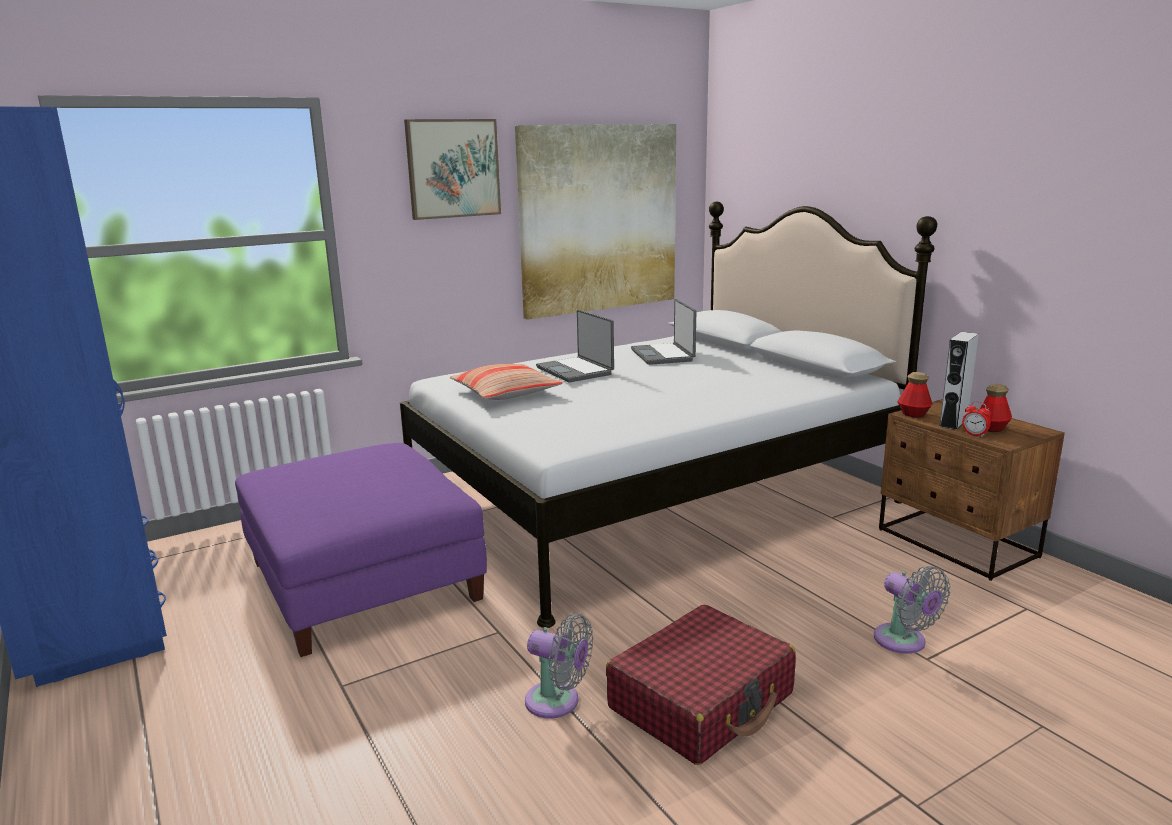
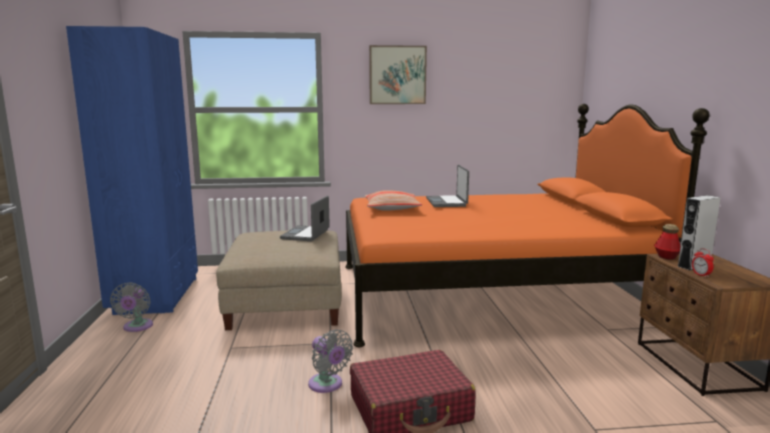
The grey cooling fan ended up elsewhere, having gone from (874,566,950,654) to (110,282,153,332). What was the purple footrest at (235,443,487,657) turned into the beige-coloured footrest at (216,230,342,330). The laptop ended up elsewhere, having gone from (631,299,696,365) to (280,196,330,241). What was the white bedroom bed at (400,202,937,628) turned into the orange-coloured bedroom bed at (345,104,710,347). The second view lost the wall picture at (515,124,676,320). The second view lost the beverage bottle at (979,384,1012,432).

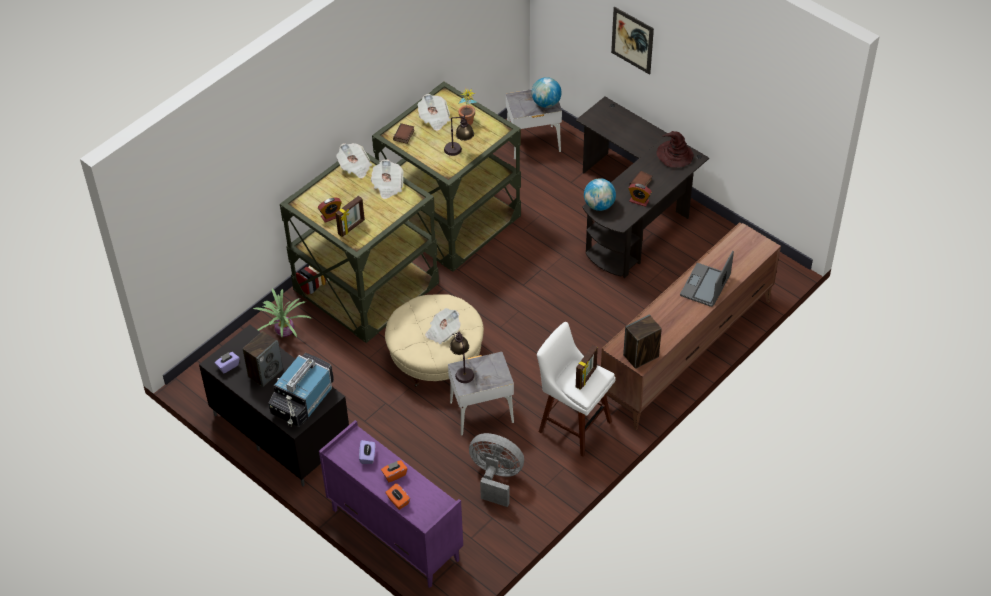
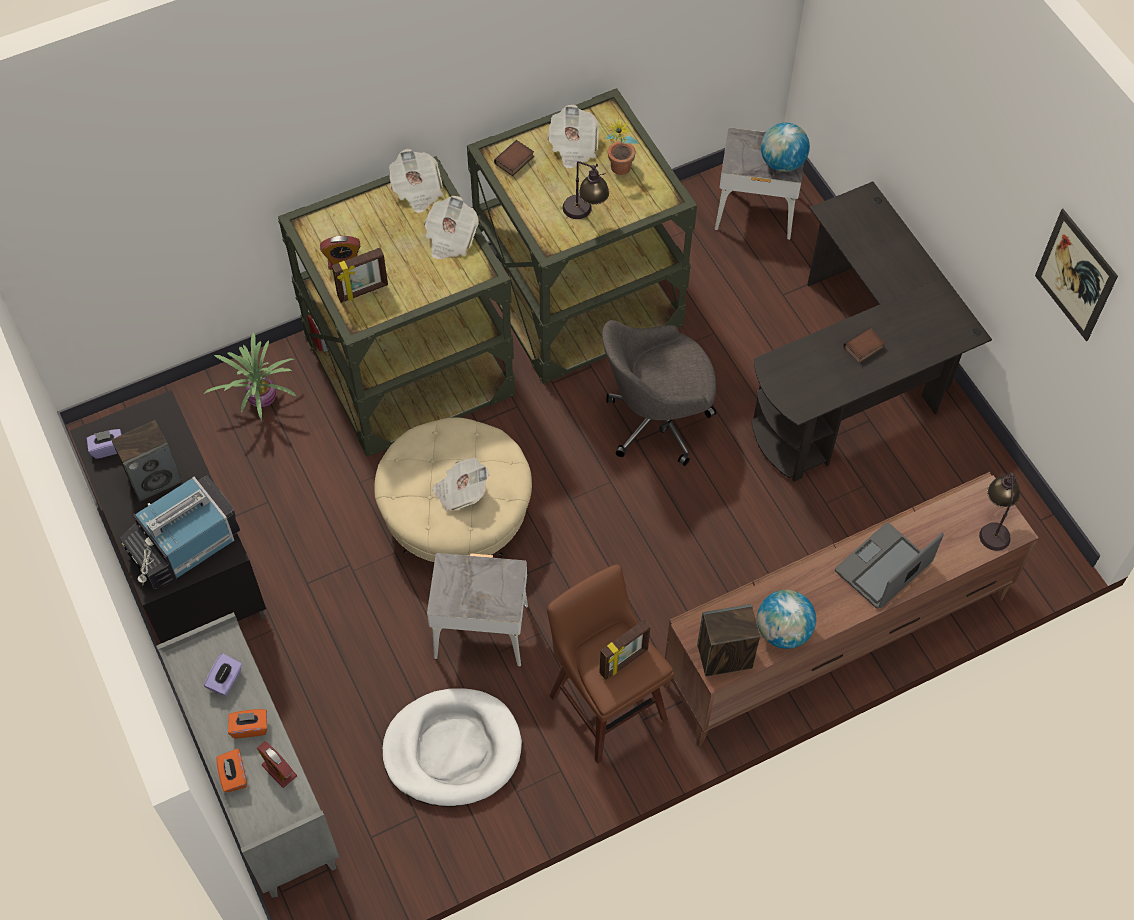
What was the purple cupboard at (319,420,463,588) turned into the grey cupboard at (156,612,339,898). The bedside clock ended up elsewhere, having gone from (628,184,652,207) to (257,741,297,788). Where the grey cooling fan stood at (469,433,524,507), the white dog cushion came to stand at (382,688,522,807). What was the white stool at (537,322,616,457) turned into the brown-coloured stool at (547,564,674,764). The second view gained the grey desk chair at (602,320,716,466). The world globe ended up elsewhere, having gone from (584,178,616,211) to (757,590,816,649). The tabletop lamp ended up elsewhere, having gone from (450,331,474,383) to (979,471,1020,551). The wall picture ended up elsewhere, having gone from (611,7,654,75) to (1035,209,1118,341). The second view lost the brown-coloured hat at (656,131,694,167).

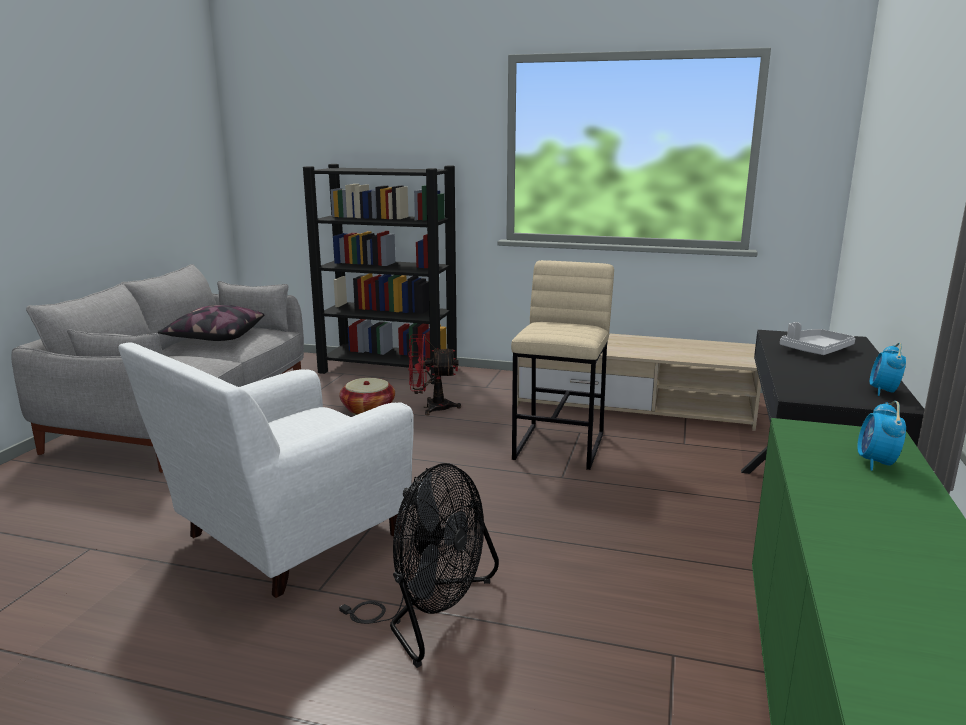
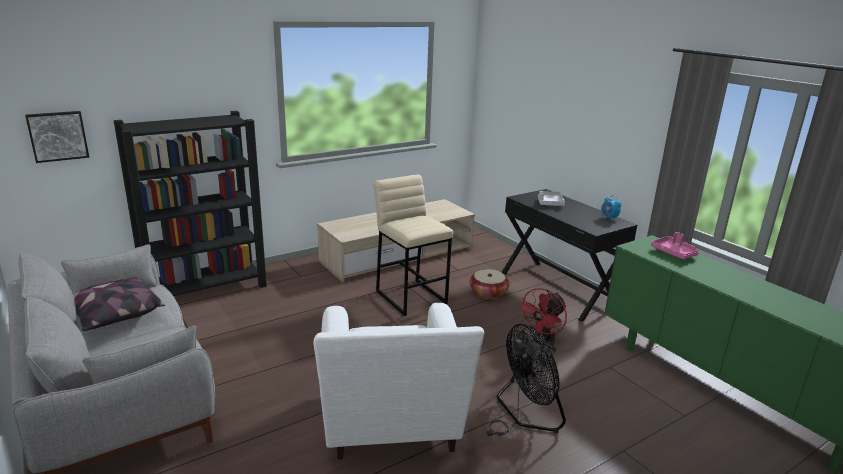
The second view gained the wall picture at (25,111,89,163). The household basket ended up elsewhere, having gone from (339,378,395,415) to (469,269,510,299). The red-coloured cooling fan ended up elsewhere, having gone from (408,334,461,415) to (517,288,567,353). Where the bedside clock stood at (857,401,906,471), the pink serving tray came to stand at (651,232,699,259).

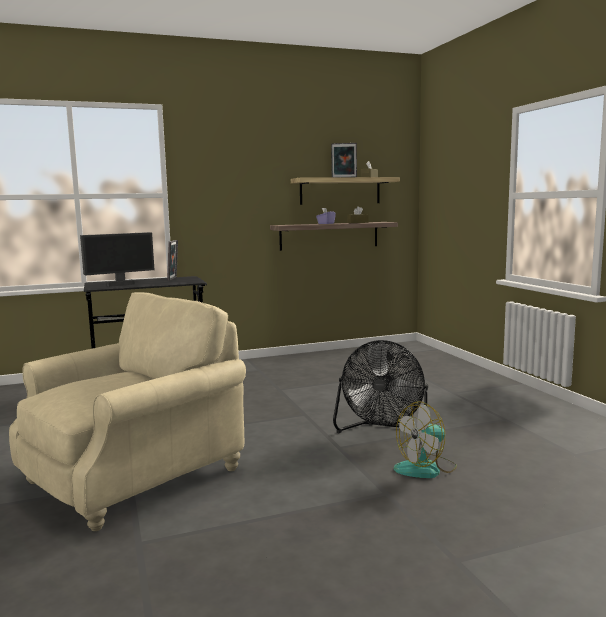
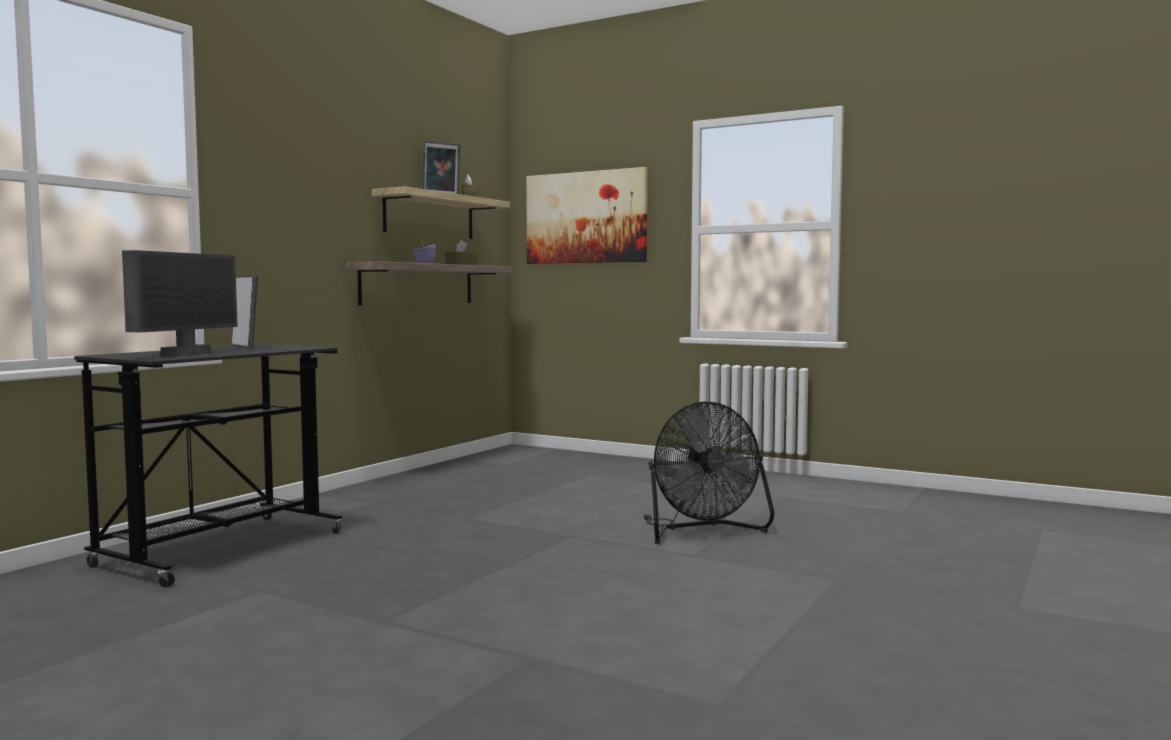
The second view gained the wall picture at (526,167,647,264). The second view lost the beige-coloured armchair at (9,292,246,531). The second view lost the cooling fan at (394,401,457,478).

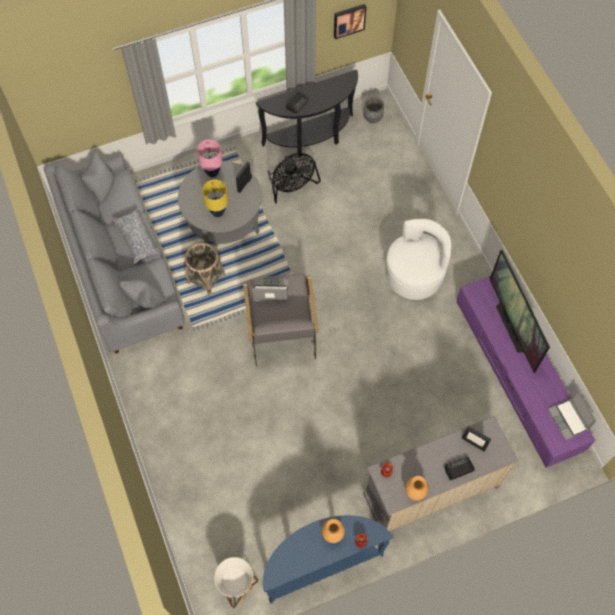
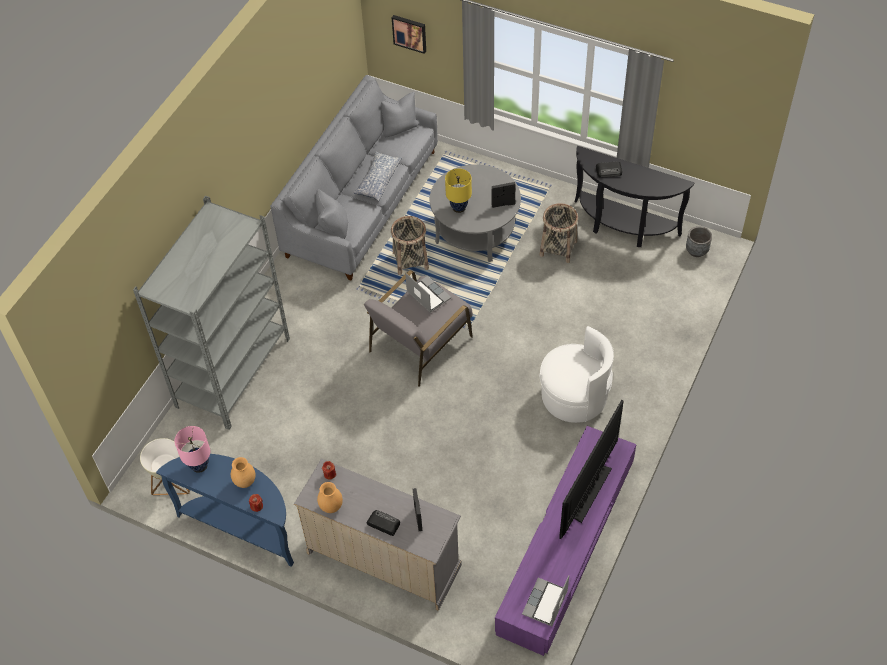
The second view gained the grey shelving unit at (133,196,290,430). The pink tabletop lamp ended up elsewhere, having gone from (197,139,223,177) to (175,426,210,473). The wall picture ended up elsewhere, having gone from (334,4,366,39) to (392,15,426,54). Where the black-coloured cooling fan stood at (267,153,321,204), the household basket came to stand at (539,203,578,263).

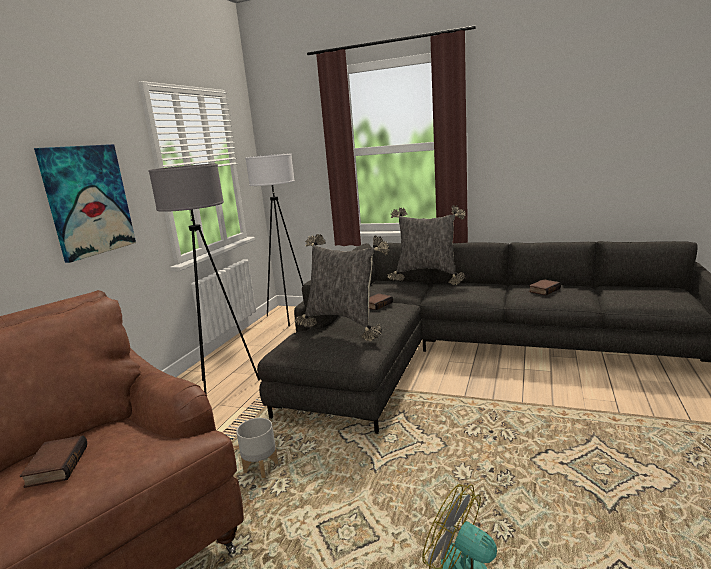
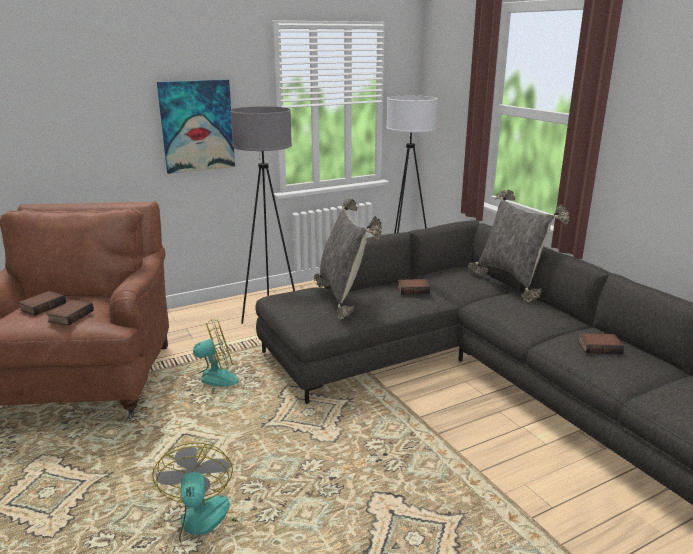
The second view gained the book at (46,300,94,325). Where the grey plant pot stood at (236,418,278,478), the cooling fan came to stand at (185,319,239,392).

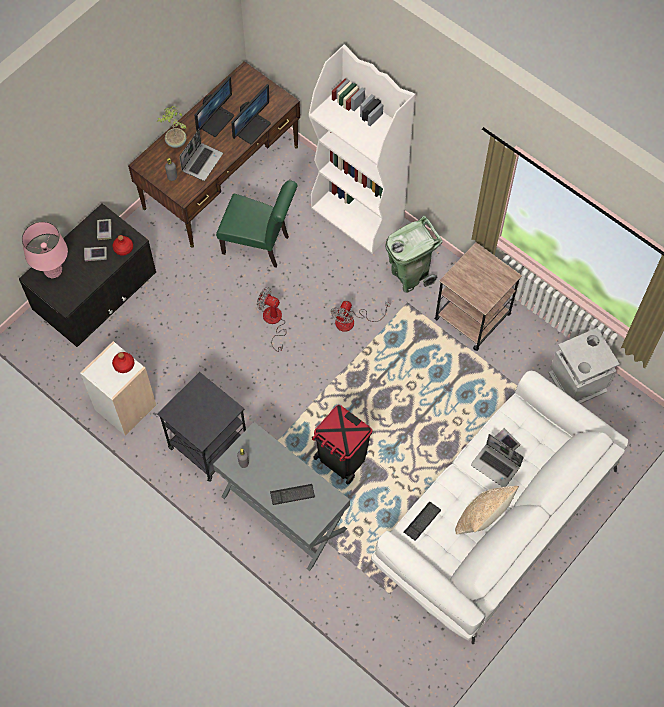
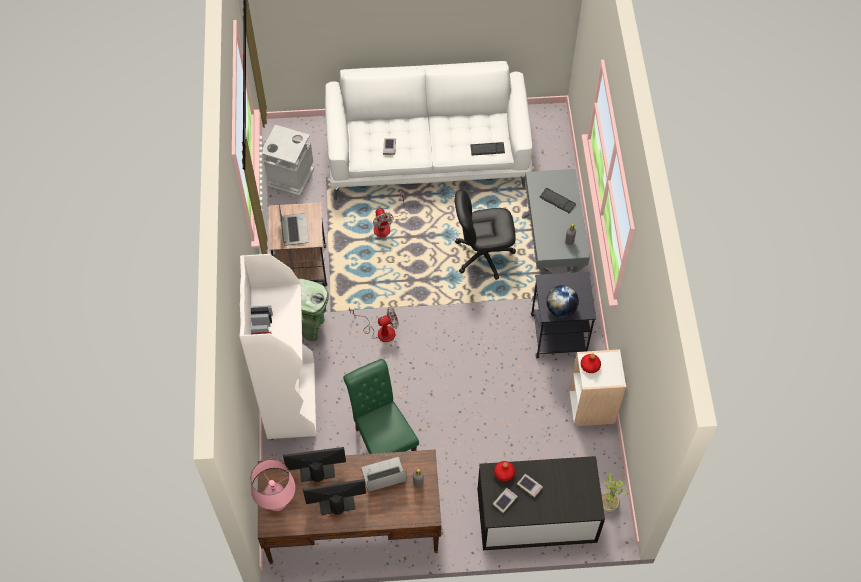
The pink tabletop lamp ended up elsewhere, having gone from (22,221,68,278) to (250,459,296,511). The laptop ended up elsewhere, having gone from (471,434,524,487) to (279,204,309,246). The cooling fan ended up elsewhere, having gone from (257,287,286,352) to (373,192,405,237). Where the black-coloured trash can stood at (312,405,372,485), the black-coloured desk chair came to stand at (455,190,516,280). The second view gained the world globe at (546,285,579,317). The potted plant ended up elsewhere, having gone from (157,106,187,148) to (601,472,628,512). The second view lost the beige-coloured pillow at (455,486,519,535).

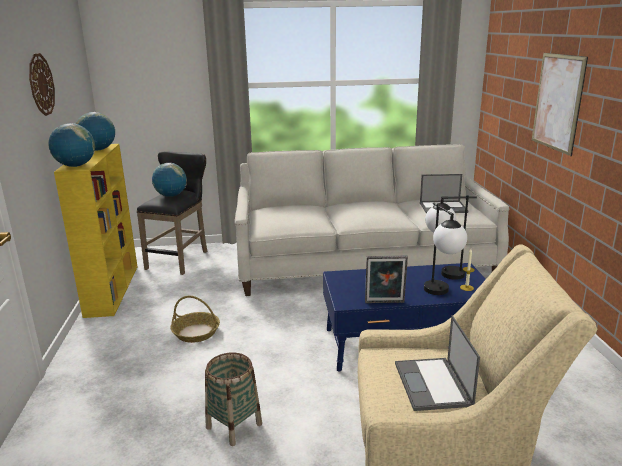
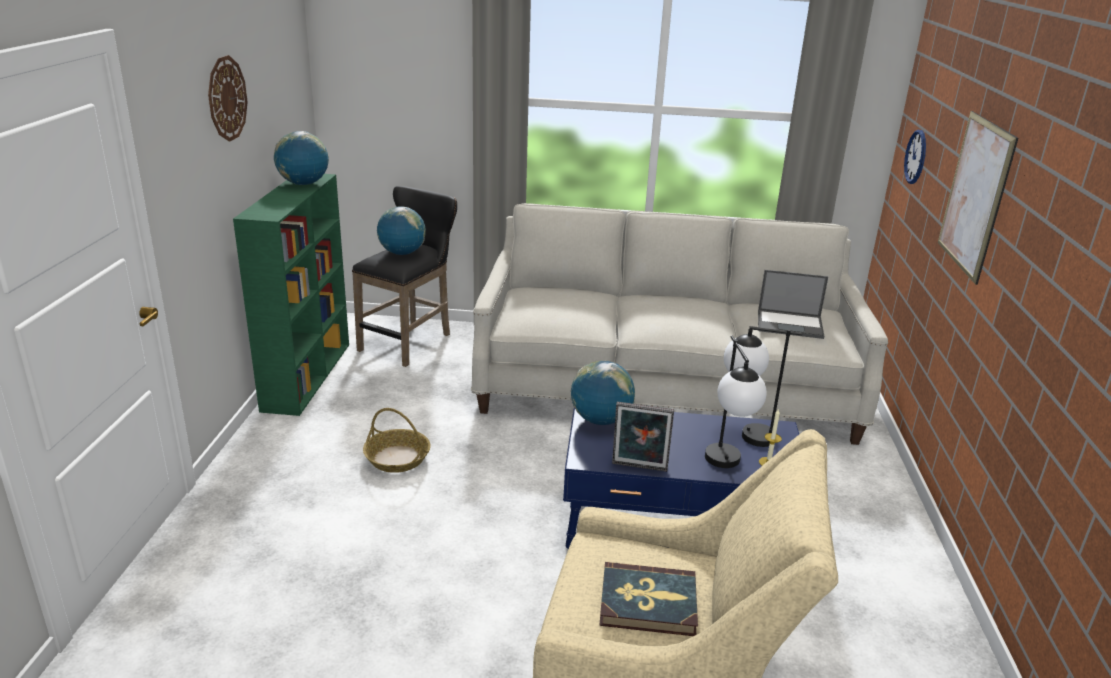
What was the yellow-coloured shelving unit at (54,144,138,318) turned into the green-coloured shelving unit at (233,174,349,416). The world globe ended up elsewhere, having gone from (48,123,95,167) to (571,361,635,425). Where the laptop stood at (395,315,480,411), the book came to stand at (599,562,698,636). The second view gained the wall clock at (904,130,926,184). The second view lost the household basket at (205,352,262,446).

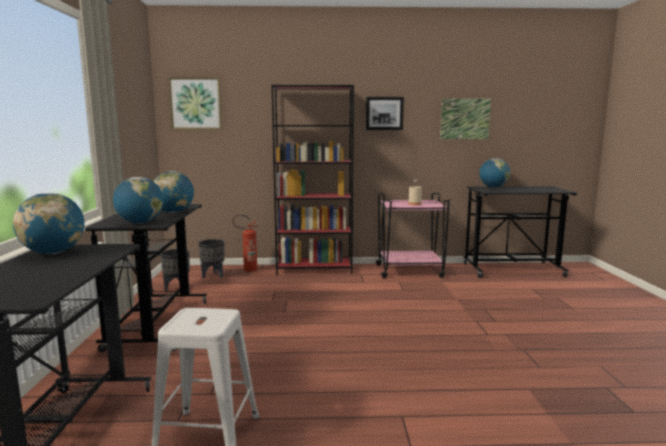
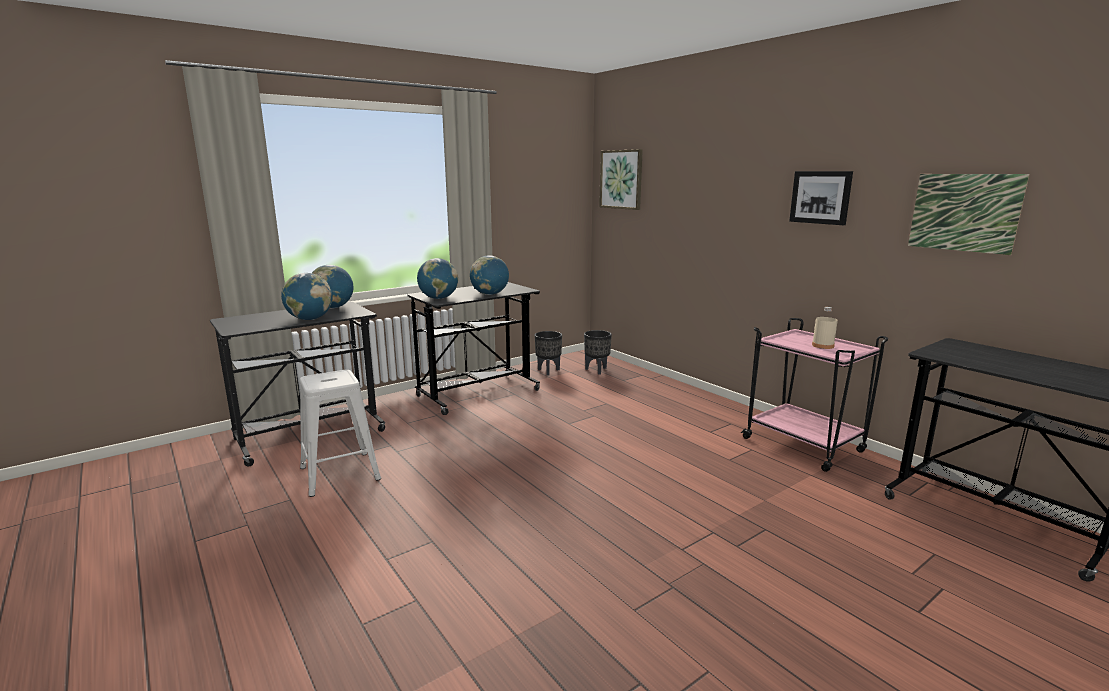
The world globe ended up elsewhere, having gone from (479,158,510,188) to (281,273,333,320). The second view lost the fire-fighting cylinder at (232,214,258,272). The second view lost the red-coloured shelving unit at (271,85,354,275).

